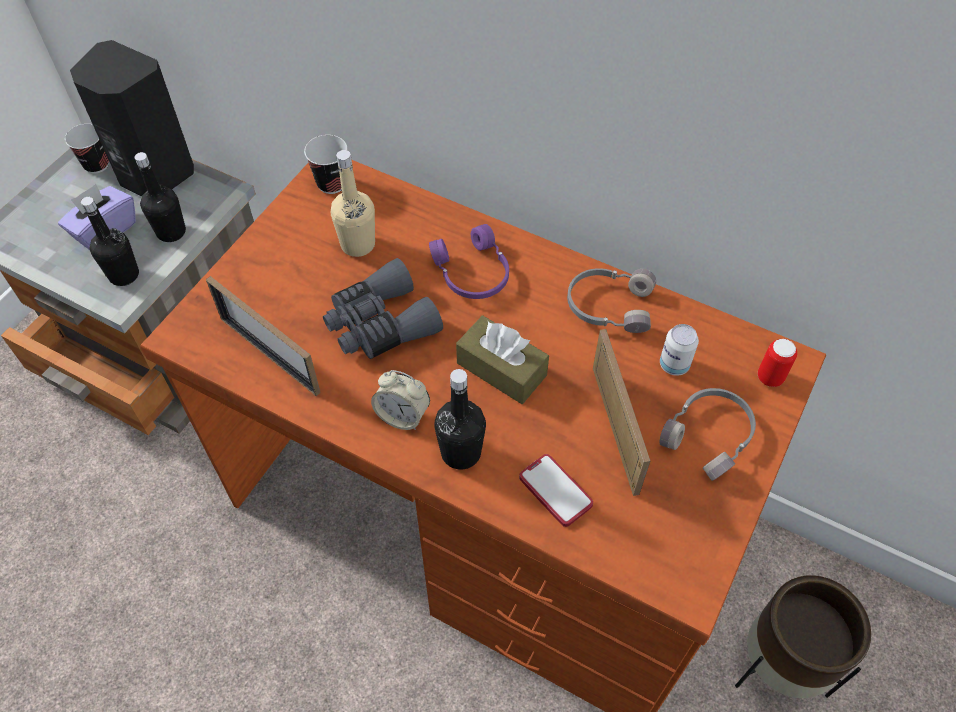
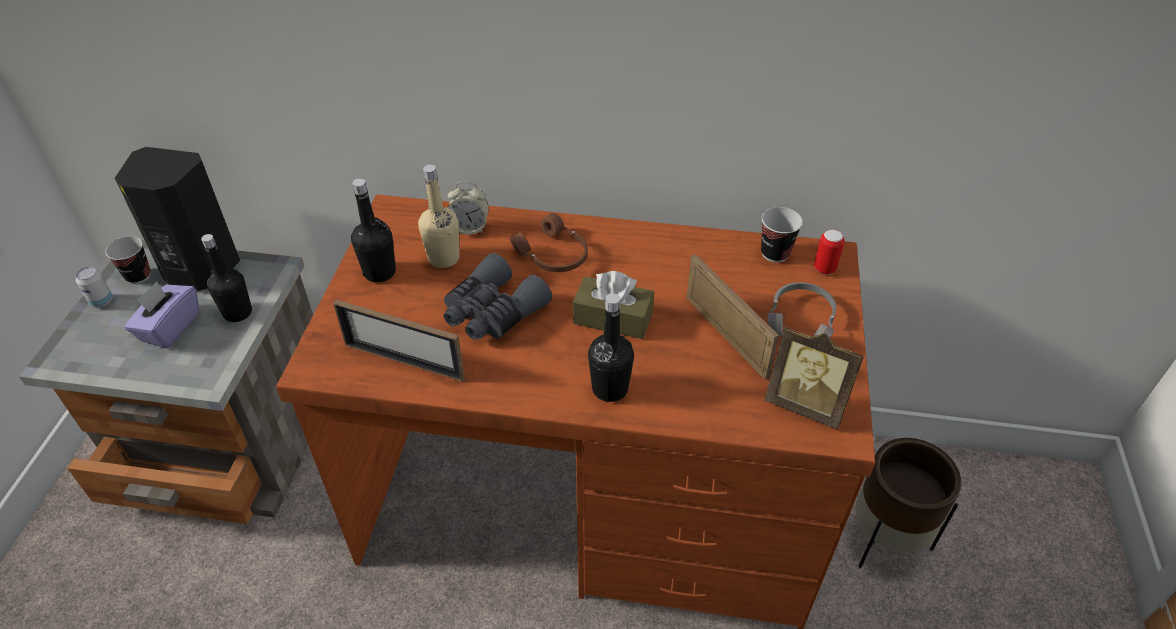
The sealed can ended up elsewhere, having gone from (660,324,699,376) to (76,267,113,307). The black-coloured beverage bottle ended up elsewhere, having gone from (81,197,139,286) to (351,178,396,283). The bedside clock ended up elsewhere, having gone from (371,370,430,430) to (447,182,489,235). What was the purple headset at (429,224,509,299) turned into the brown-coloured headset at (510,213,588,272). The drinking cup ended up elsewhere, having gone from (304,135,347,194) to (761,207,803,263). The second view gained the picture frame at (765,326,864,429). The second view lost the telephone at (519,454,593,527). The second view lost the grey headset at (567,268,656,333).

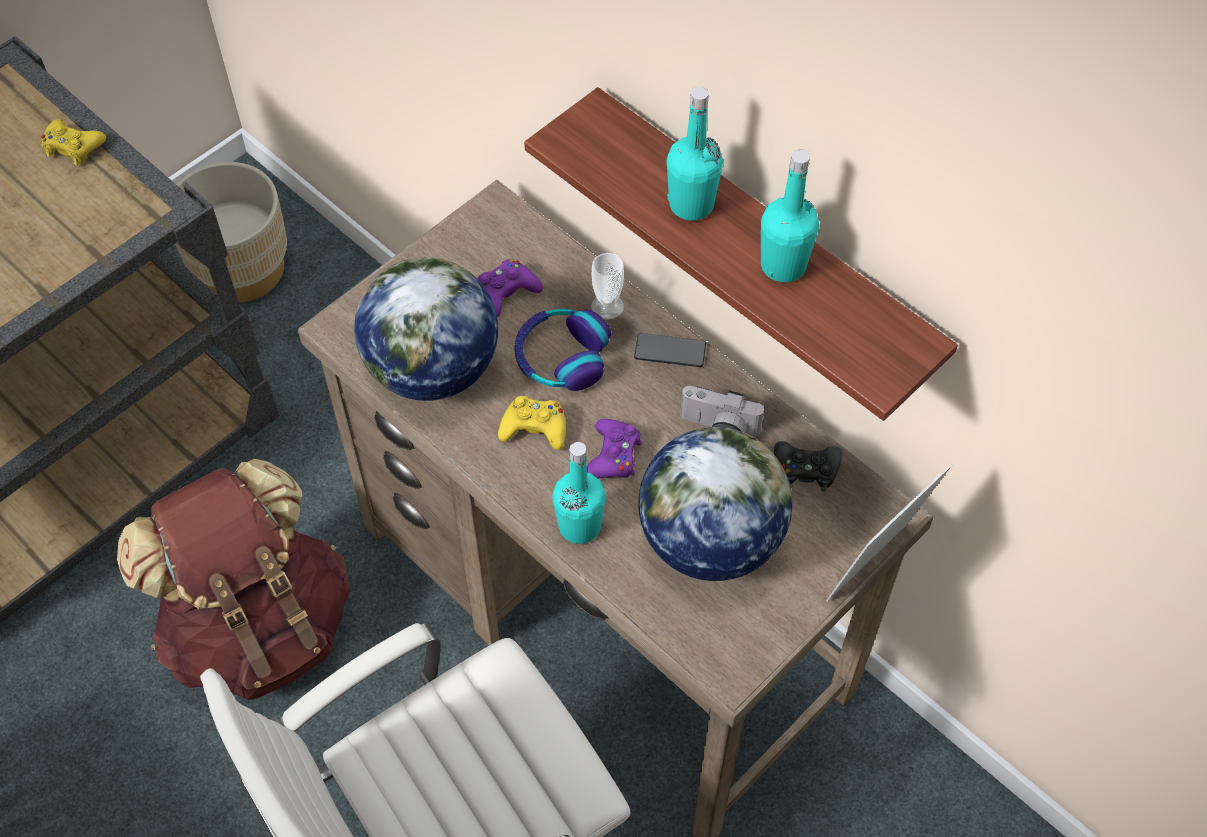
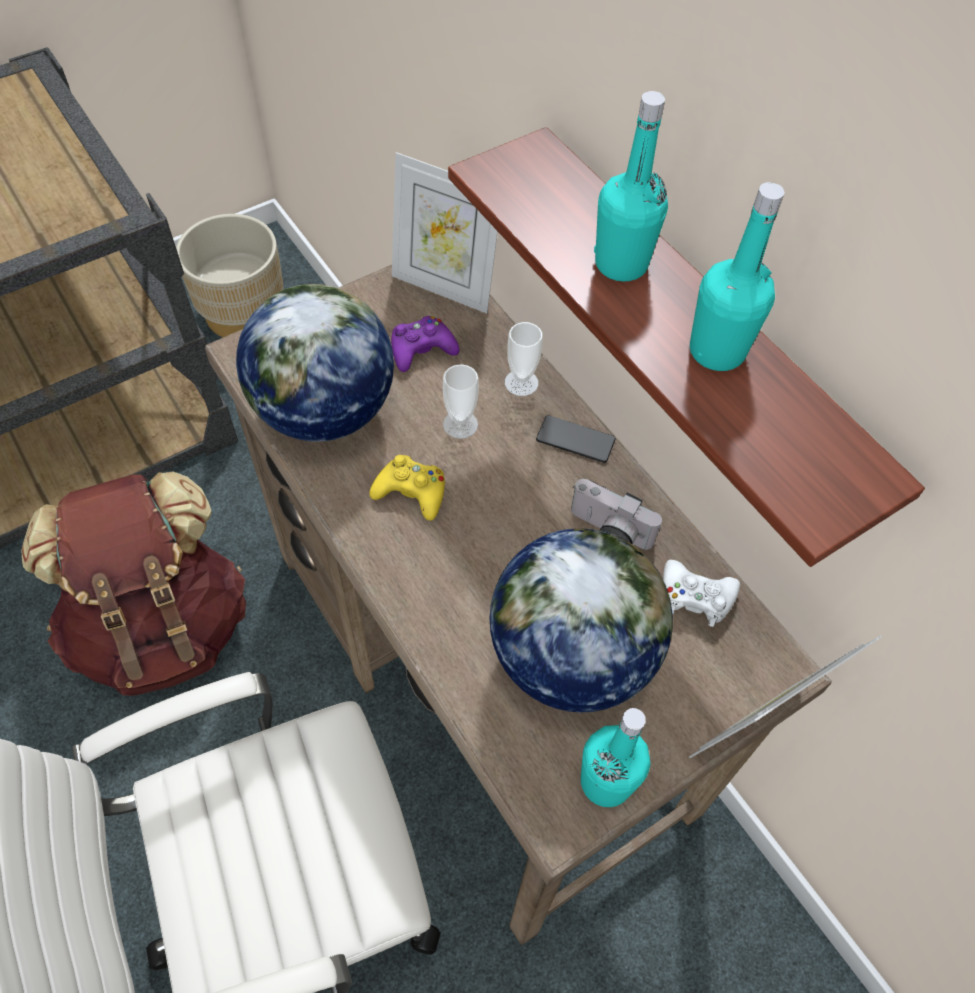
The second view gained the picture frame at (392,152,498,313). Where the headset stood at (515,309,611,391), the drinking cup came to stand at (443,364,479,439). The turquoise-coloured beverage bottle ended up elsewhere, having gone from (553,442,606,544) to (581,708,651,807). What was the black-coloured gamepad at (774,441,842,492) turned into the white gamepad at (663,560,740,627). The second view lost the yellow-coloured gamepad at (41,119,106,165). The second view lost the purple gamepad at (587,419,642,479).

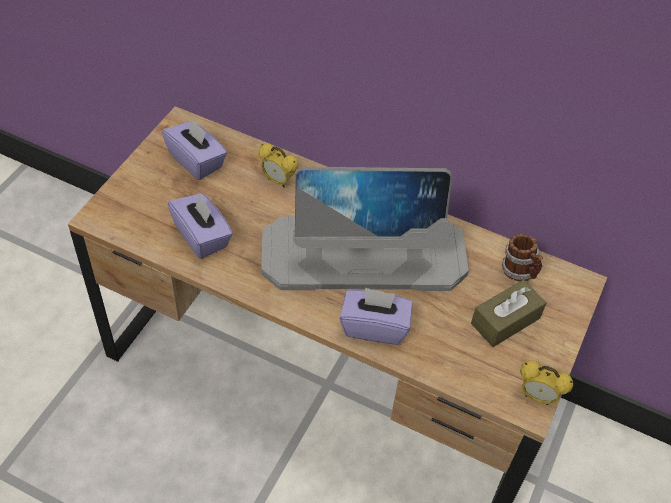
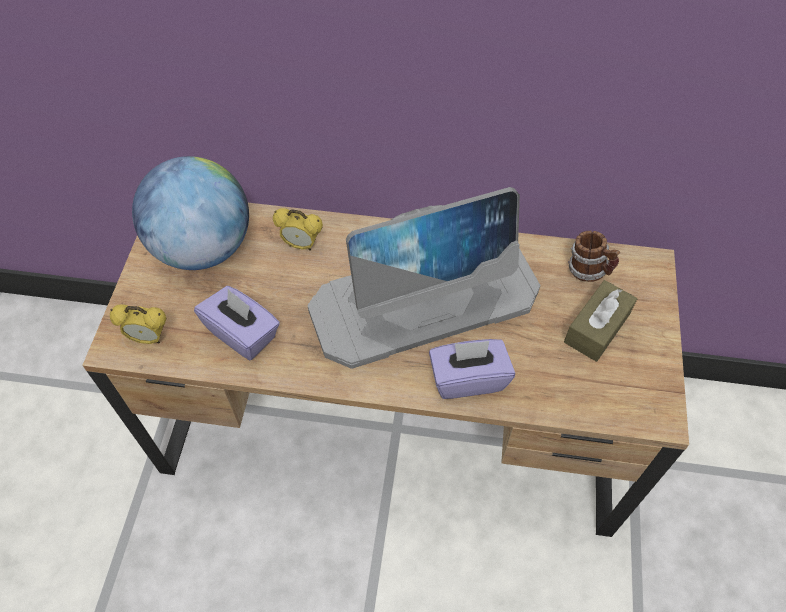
The bedside clock ended up elsewhere, having gone from (520,360,573,405) to (110,304,166,344). Where the purple box of tissues stood at (162,118,227,180), the world globe came to stand at (132,156,249,270).

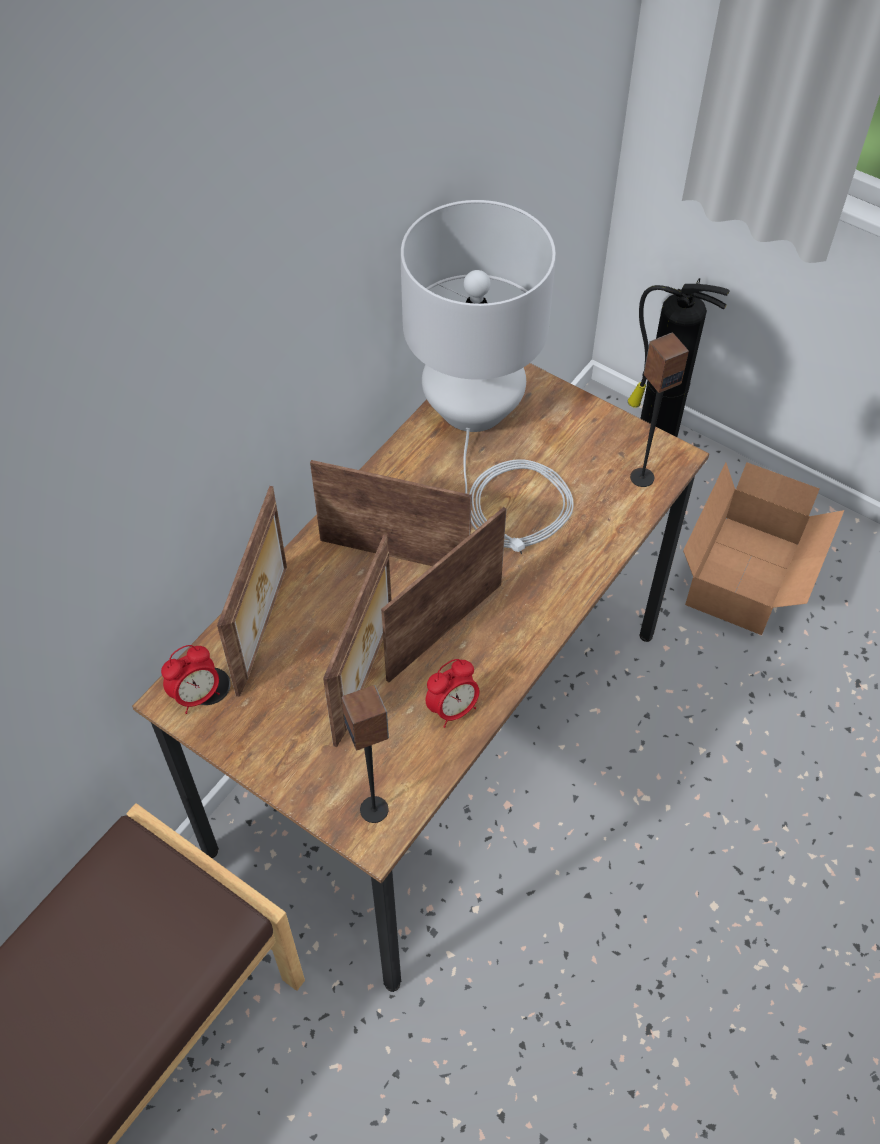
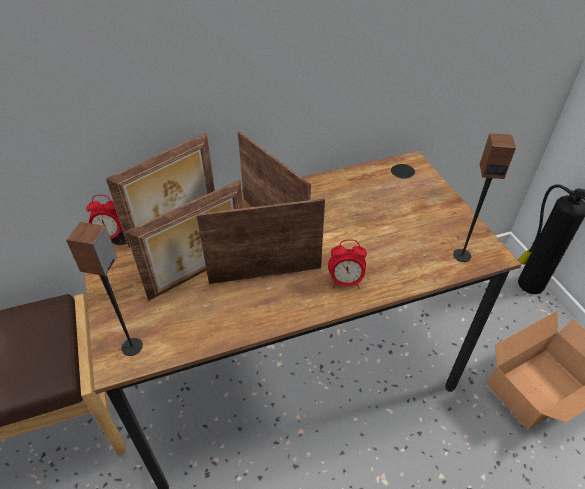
The bedside clock ended up elsewhere, having gone from (426,659,480,728) to (328,239,367,288). The second view lost the grey tabletop lamp at (401,200,574,554).

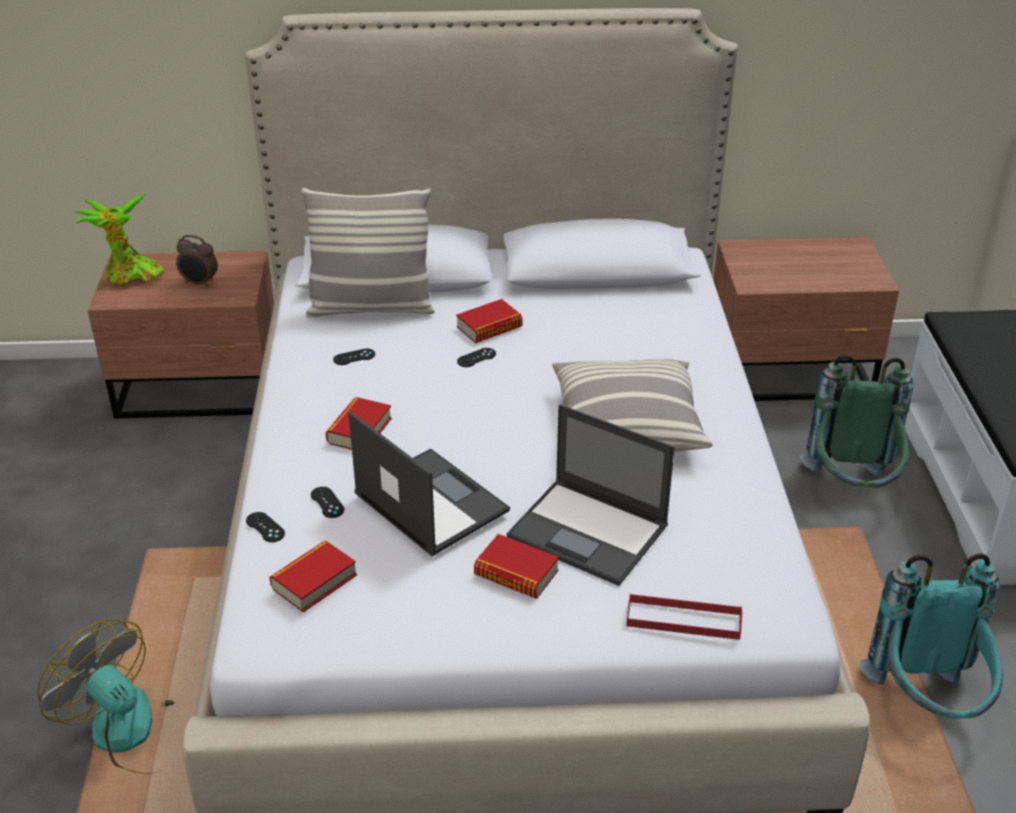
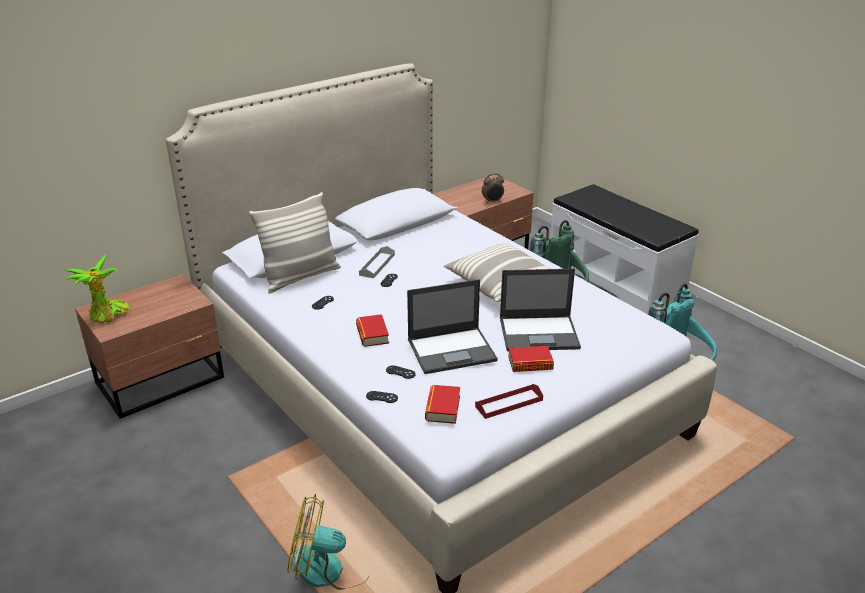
Where the book stood at (456,299,523,343), the grey serving tray came to stand at (359,246,395,278). The laptop at (349,411,510,556) ended up facing another way, 150 degrees clockwise from before. The red-coloured serving tray ended up elsewhere, having gone from (626,593,742,640) to (475,384,543,419). The bedside clock ended up elsewhere, having gone from (176,235,218,287) to (482,173,504,203).

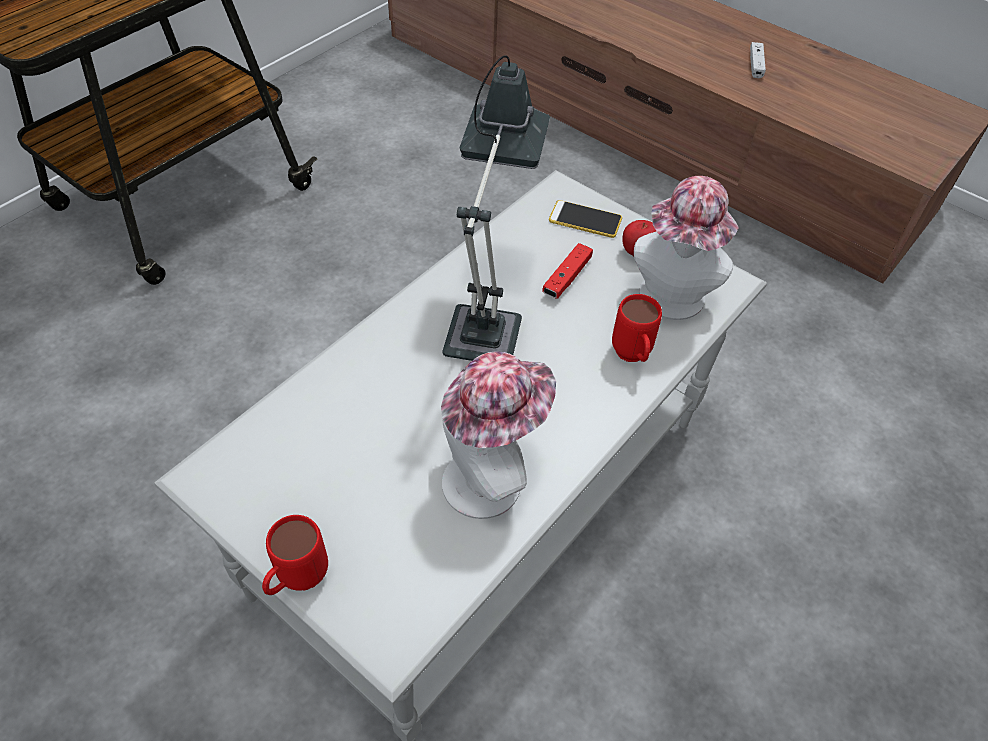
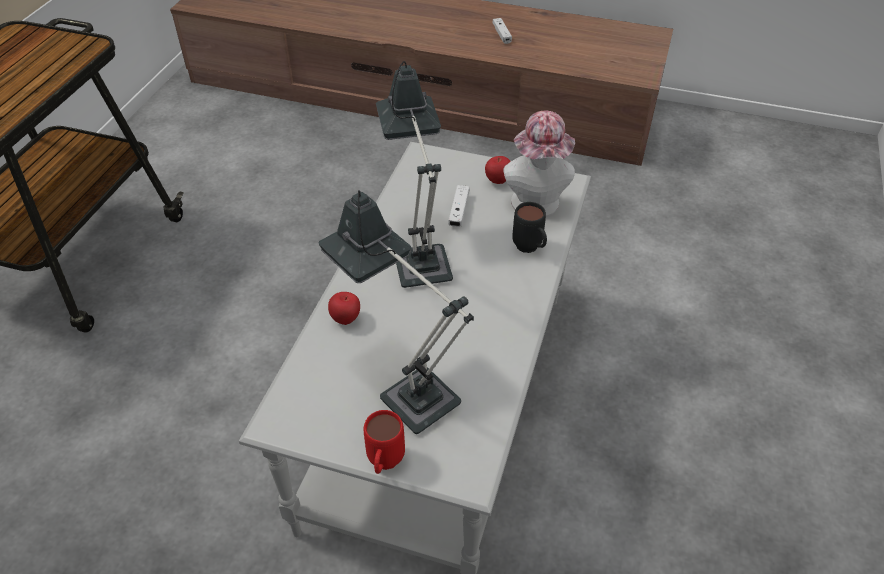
The second view gained the tabletop lamp at (319,190,474,434). The second view gained the whole apple at (328,292,360,325). What was the red-coloured gamepad at (542,243,593,298) turned into the white gamepad at (448,185,470,227). What was the red-coloured tea mug at (612,294,662,362) turned into the black-coloured tea mug at (512,202,547,253). The second view lost the hat at (441,351,556,519). The second view lost the telephone at (549,200,622,238).

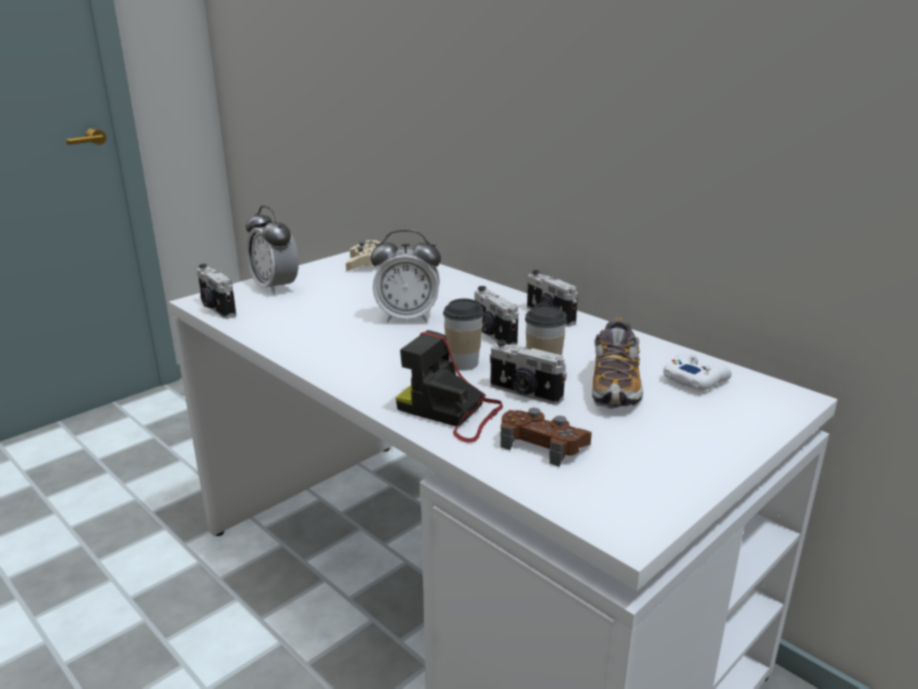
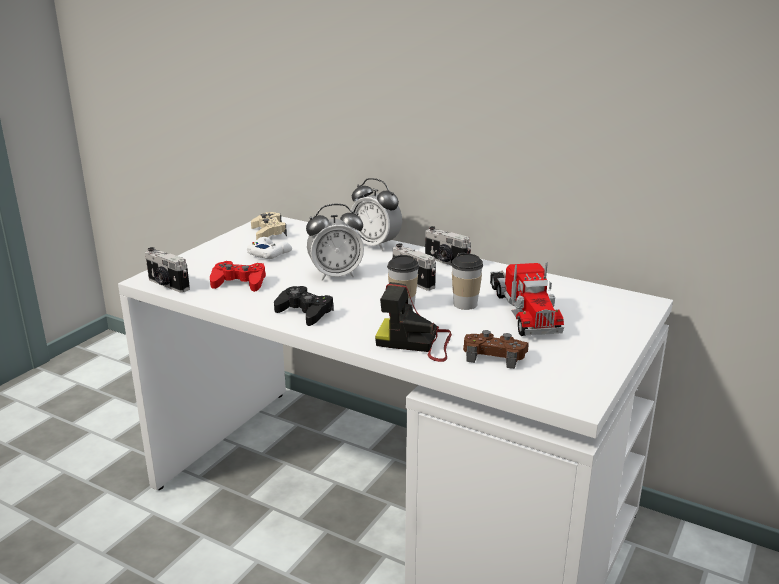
The second view gained the red-coloured gamepad at (210,261,266,292). The white gamepad ended up elsewhere, having gone from (663,352,732,391) to (247,237,292,259). The second view gained the black-coloured gamepad at (274,286,334,326). The bedside clock ended up elsewhere, having gone from (246,206,299,295) to (350,178,402,251). Where the item of footwear stood at (592,318,643,409), the model truck came to stand at (490,263,564,336). The second view lost the still camera at (490,340,567,405).

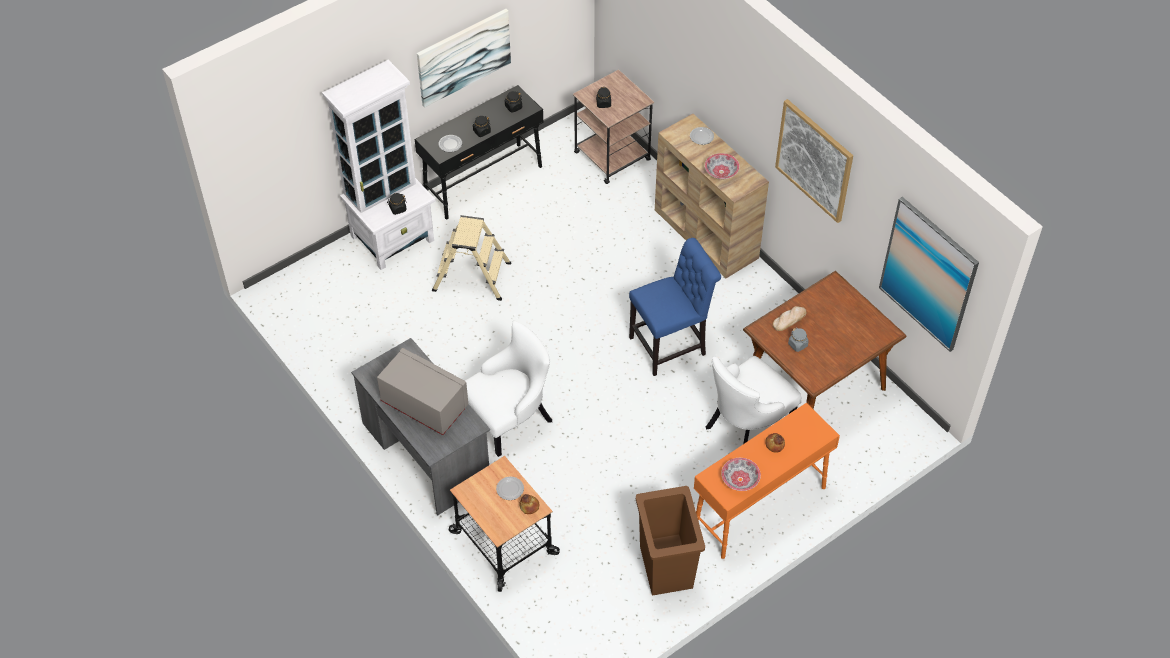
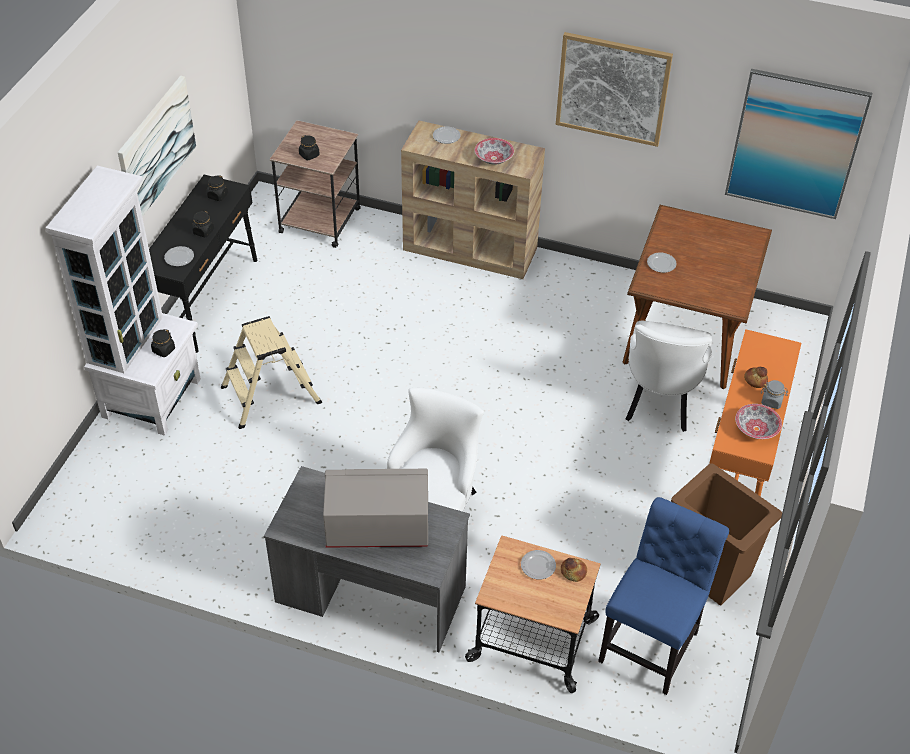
The blue-coloured plain chair ended up elsewhere, having gone from (629,238,721,376) to (598,497,729,695). Where the baked bread stood at (773,306,806,331), the plate came to stand at (647,253,677,273). The grey storage jar ended up elsewhere, having gone from (788,328,809,352) to (761,380,788,409).

